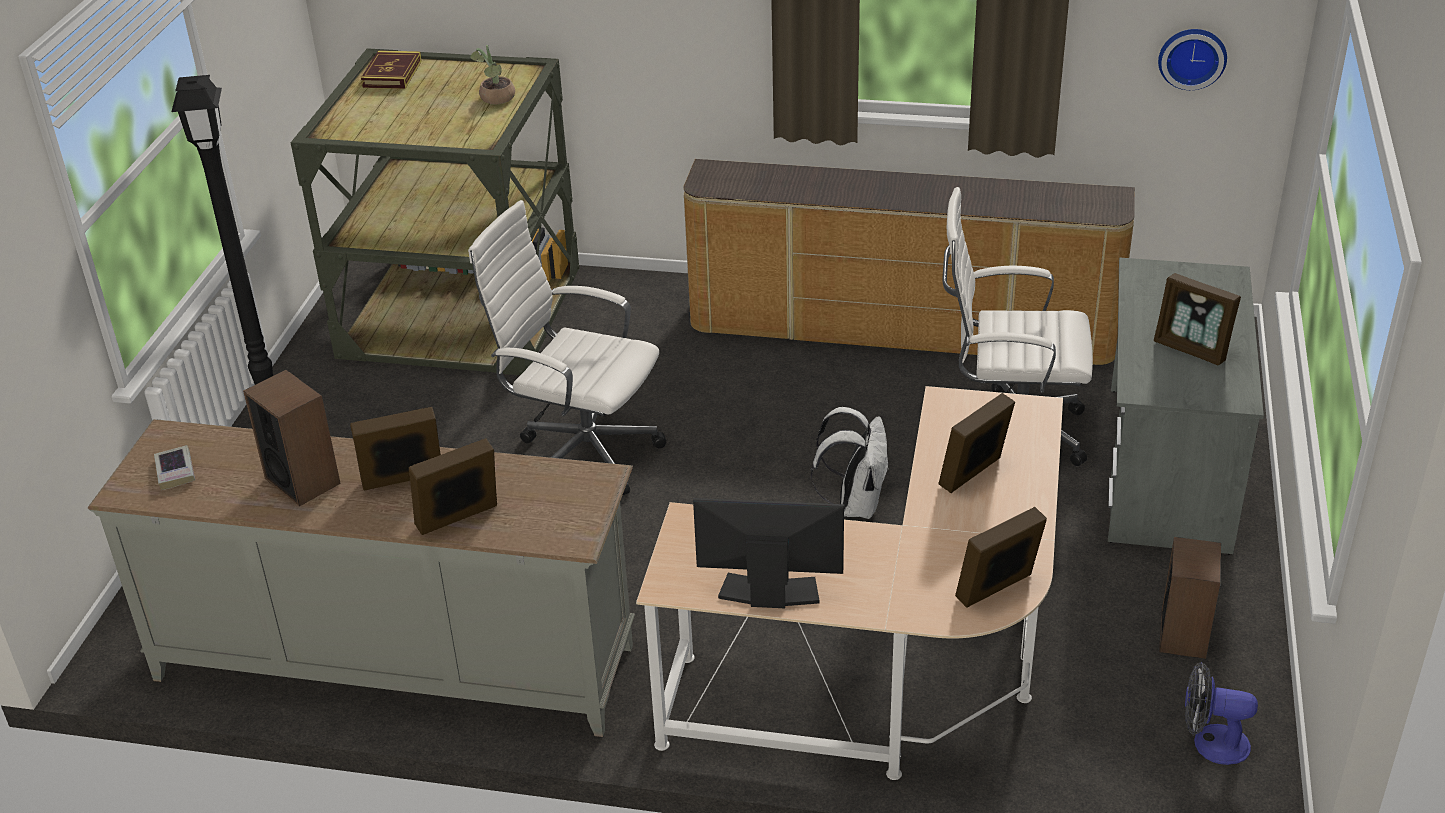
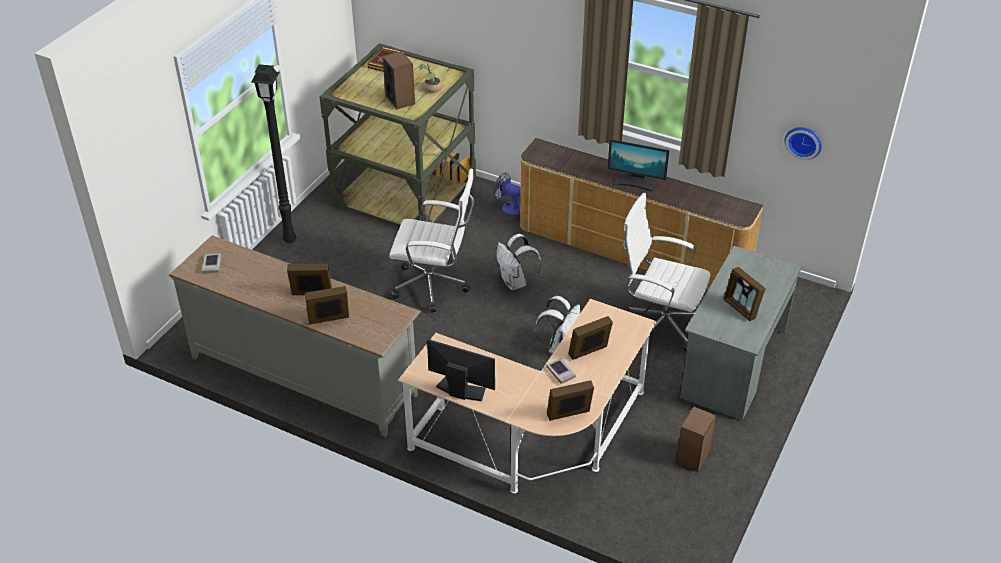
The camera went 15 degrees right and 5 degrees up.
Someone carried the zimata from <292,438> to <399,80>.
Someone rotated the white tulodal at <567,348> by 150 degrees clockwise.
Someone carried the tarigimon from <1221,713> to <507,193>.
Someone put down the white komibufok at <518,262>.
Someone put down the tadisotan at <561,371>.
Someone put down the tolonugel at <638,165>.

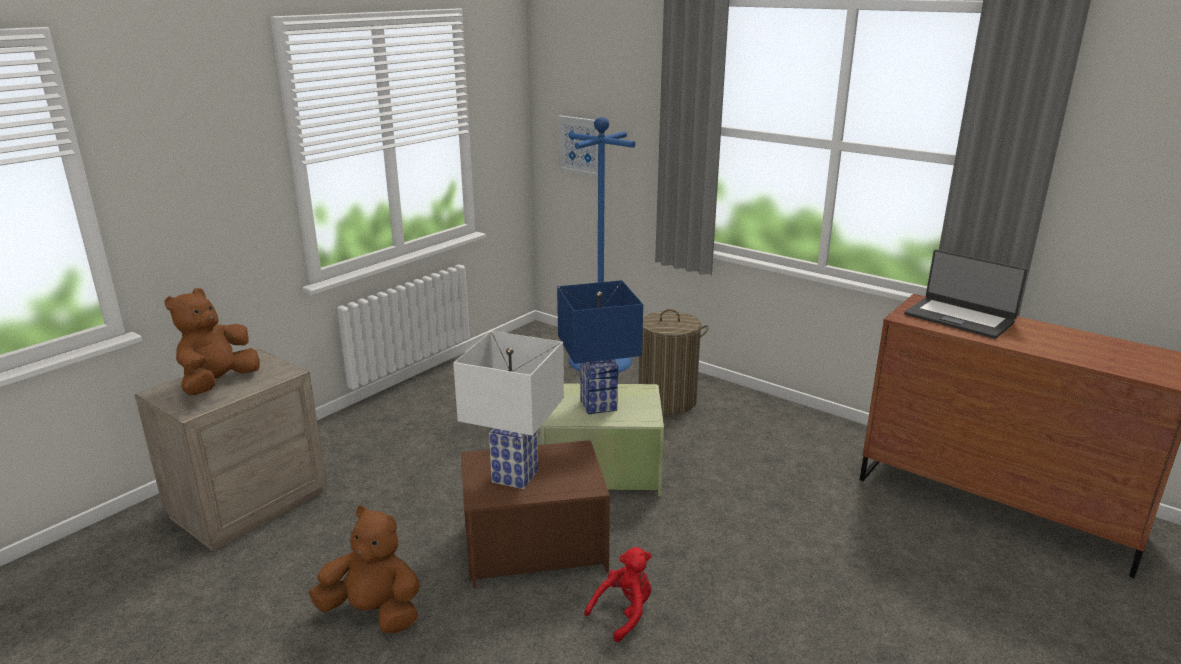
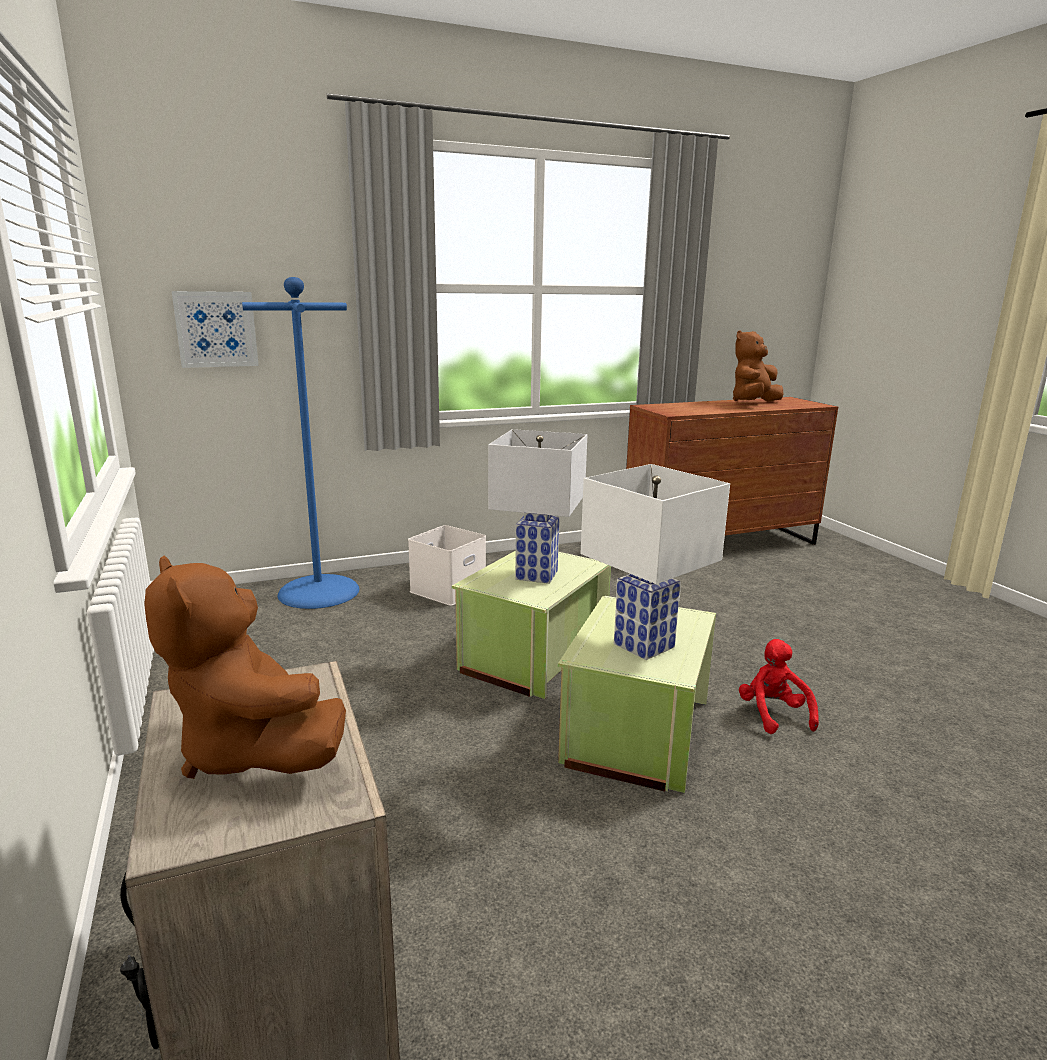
The camera went 60 degrees left and 5 degrees down.
Someone carried the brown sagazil from <364,570> to <758,366>.
Someone repainted the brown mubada at <535,514>, which became the green mubada at <637,694>.
Someone repainted the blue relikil at <600,347>, which became the white relikil at <537,506>.
Someone swapped the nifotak at <673,362> for the white mubada at <447,565>.
Someone took away the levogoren at <965,294>.

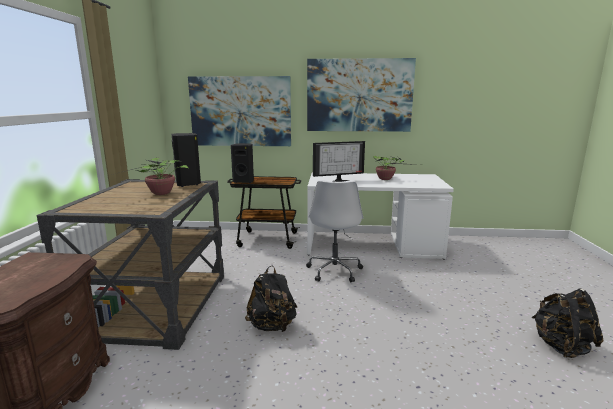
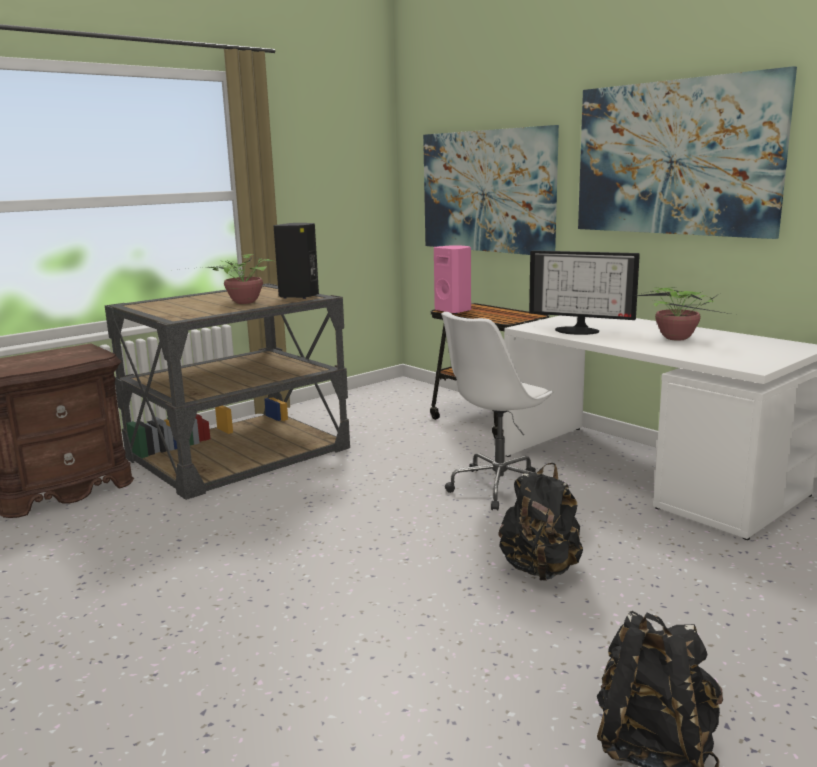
The camera went 45 degrees right and 0 degrees up.
Someone repainted the black zimata at <242,163>, which became the pink zimata at <452,279>.
Someone carried the black komibufok from <271,298> to <541,522>.

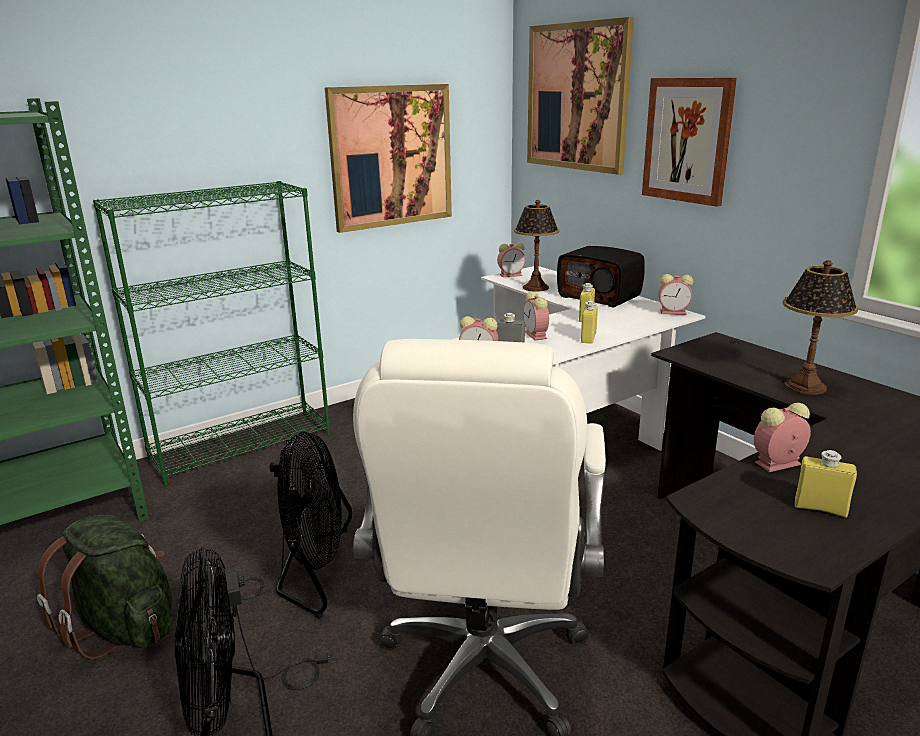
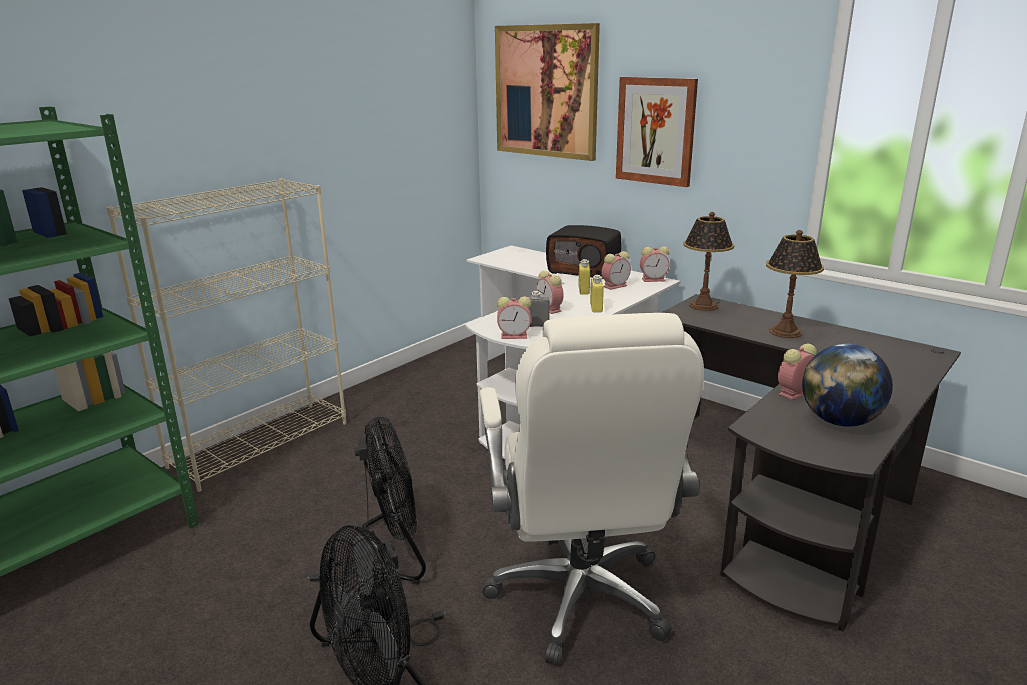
The camera went 15 degrees left and 0 degrees up.
Someone took away the green komibufok at <105,587>.
Someone repainted the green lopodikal at <211,333>, which became the beige lopodikal at <226,335>.
Someone took away the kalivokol at <388,158>.
Someone carried the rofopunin from <511,260> to <616,270>.
Someone carried the relikil from <536,246> to <709,261>.
Someone swapped the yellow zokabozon at <826,484> for the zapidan at <847,385>.

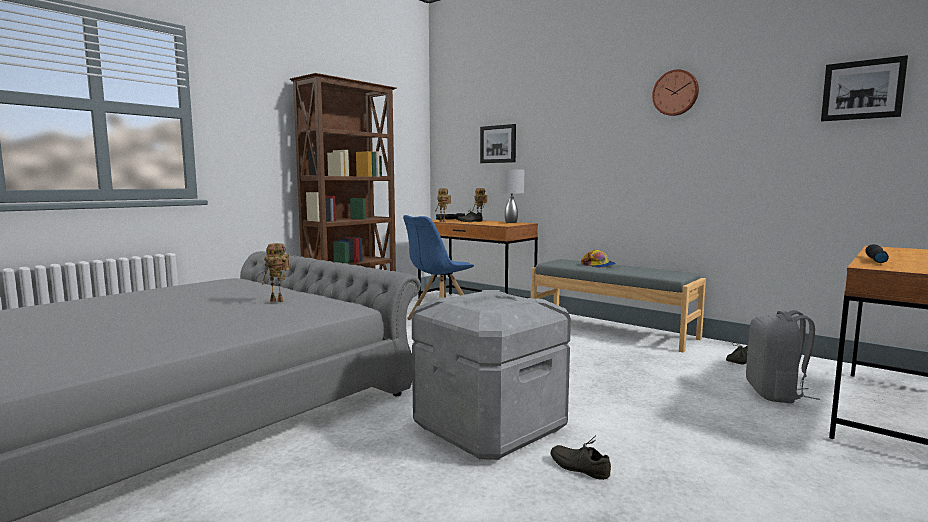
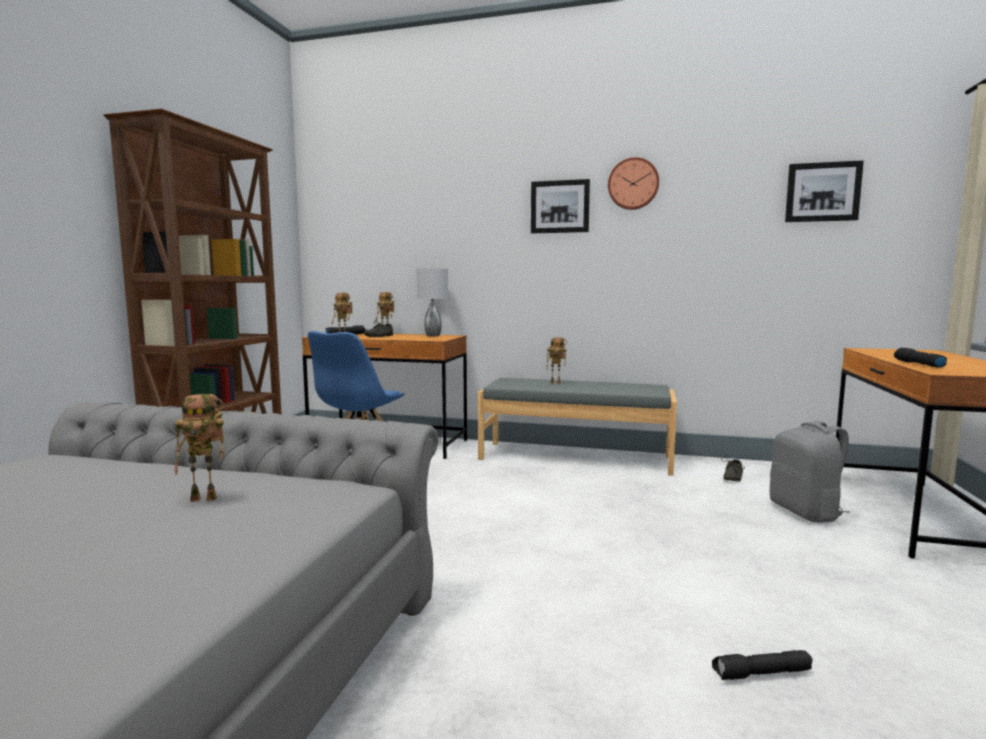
The camera went 25 degrees left and 0 degrees up.
Someone took away the grey mubada at <491,375>.
Someone carried the kalivokol from <498,143> to <560,206>.
Someone swapped the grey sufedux at <581,458> for the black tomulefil at <762,665>.
Someone swapped the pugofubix at <598,259> for the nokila at <557,360>.

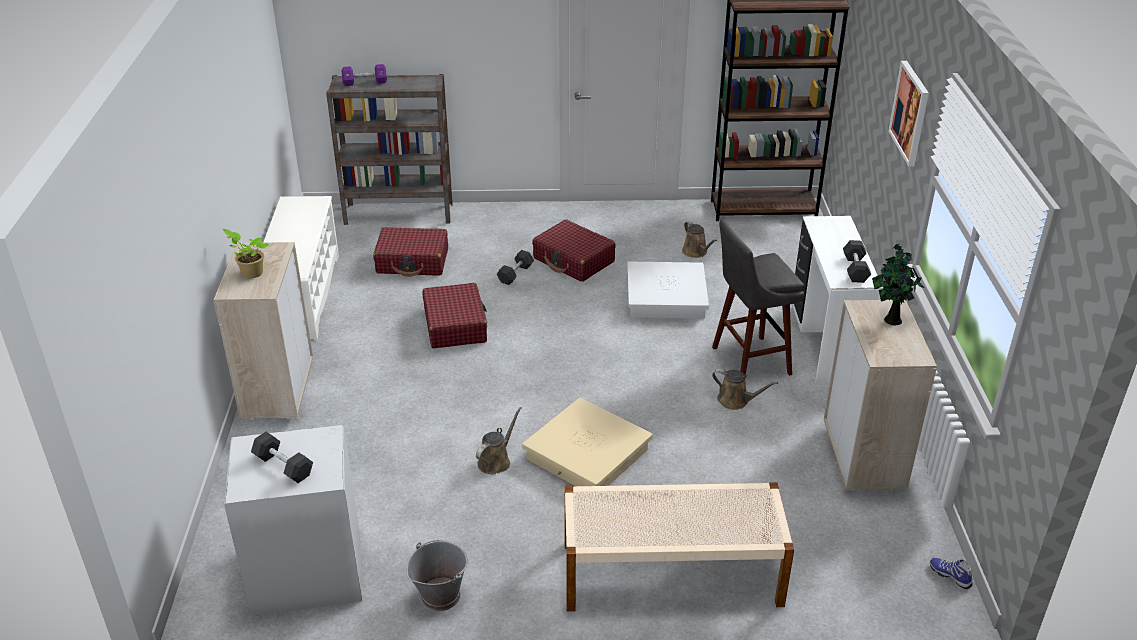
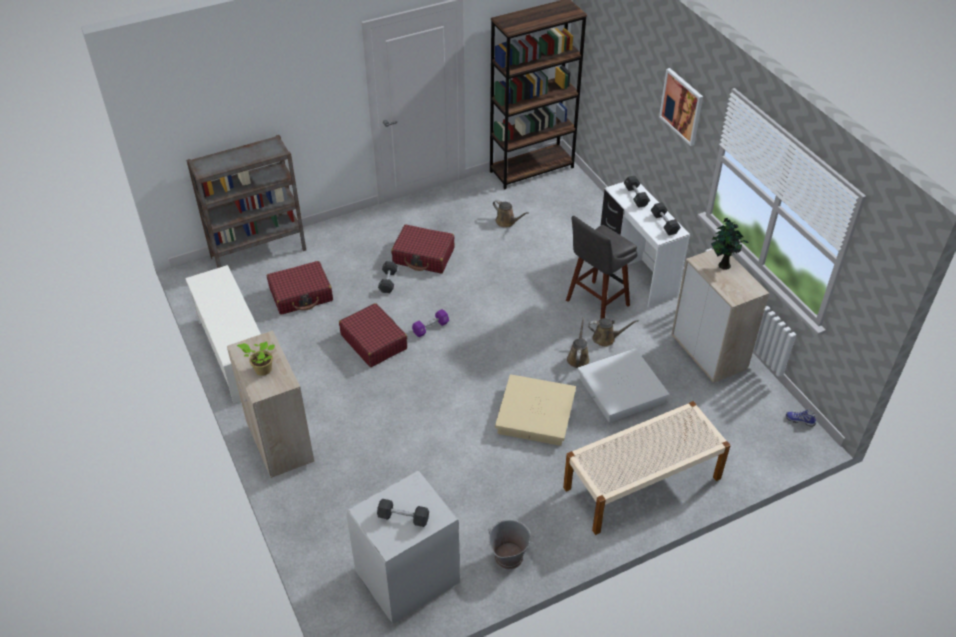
The camera went 25 degrees left and 10 degrees up.
Someone carried the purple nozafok from <364,75> to <430,323>.
Someone carried the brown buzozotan from <498,440> to <578,342>.
Someone carried the white mubada from <668,290> to <623,385>.
Someone put down the black nozafok at <637,192>.

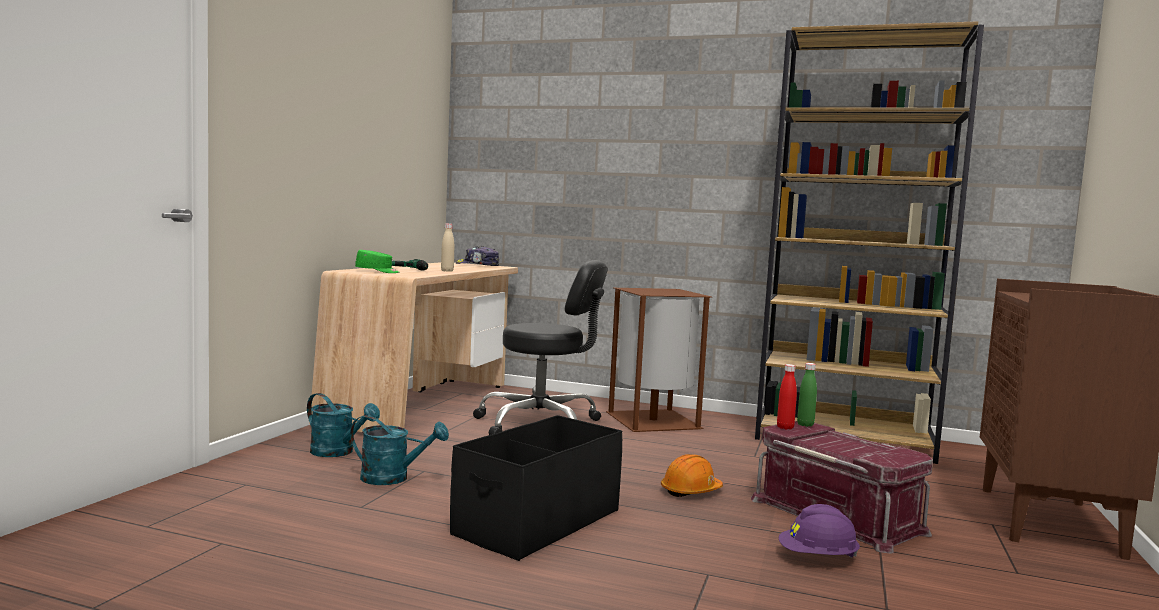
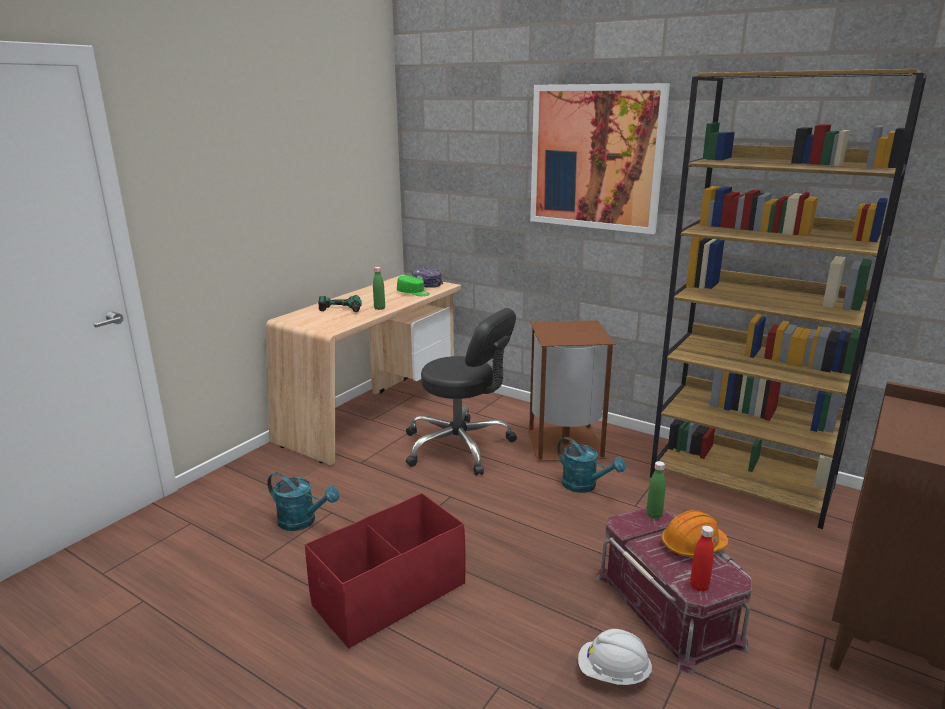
The camera went 15 degrees right and 15 degrees up.
Someone carried the turquoise buzozotan from <343,425> to <591,465>.
Someone carried the green pugofubix from <377,261> to <413,285>.
Someone repainted the beige zokabozon at <447,248>, which became the green zokabozon at <379,288>.
Someone repainted the black mubada at <536,488>, which became the red mubada at <385,571>.
Someone carried the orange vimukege from <692,475> to <694,533>.
Someone carried the red zokabozon from <787,396> to <702,558>.
Someone repainted the purple vimukege at <819,531>, which became the white vimukege at <615,657>.
Someone put up the kalivokol at <600,158>.

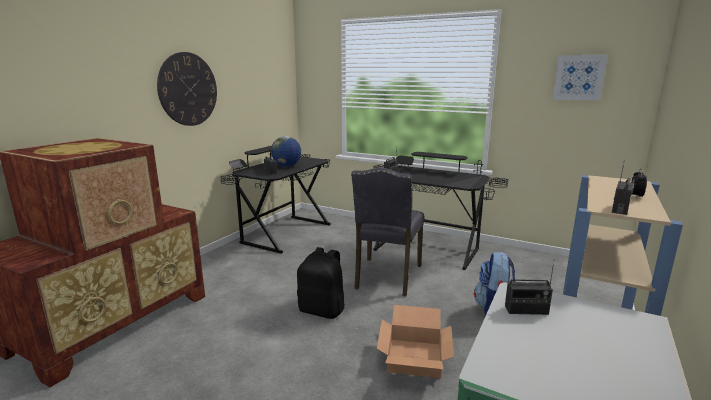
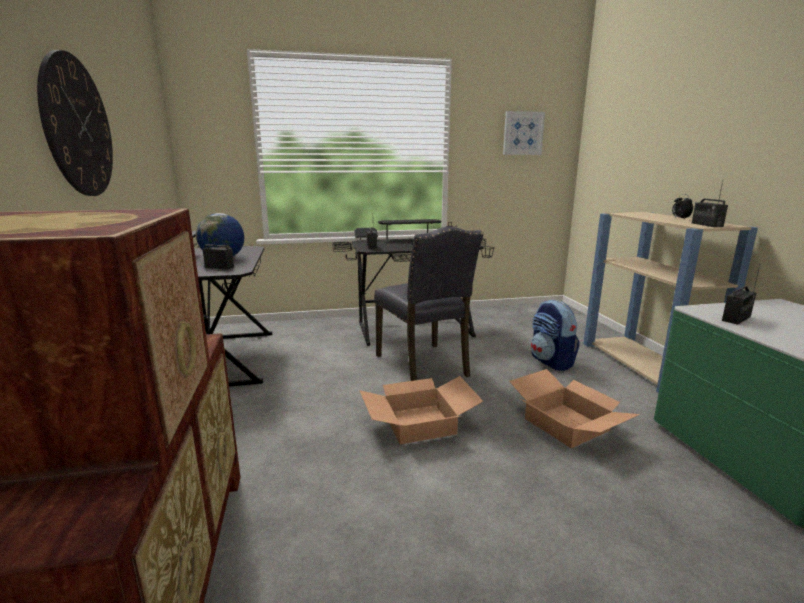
The camera went 40 degrees left and 0 degrees up.
Someone swapped the black komibufok at <321,283> for the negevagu at <421,410>.

